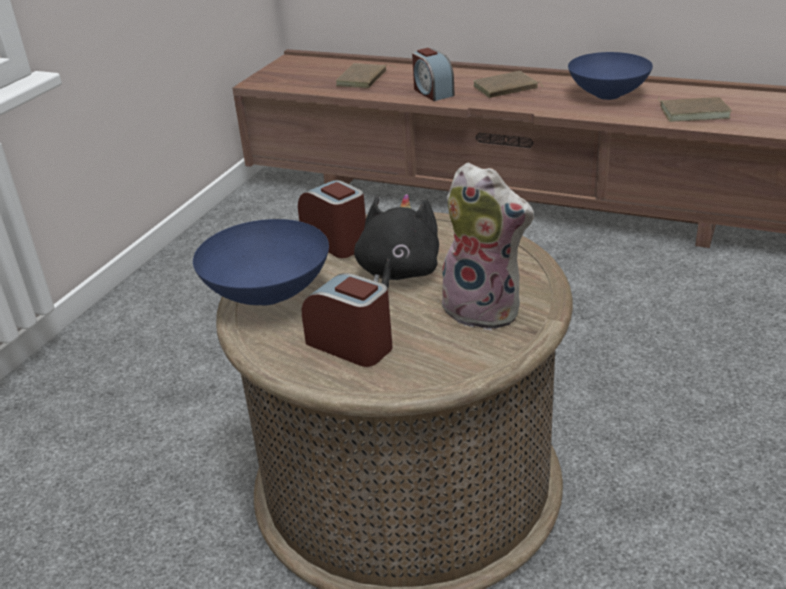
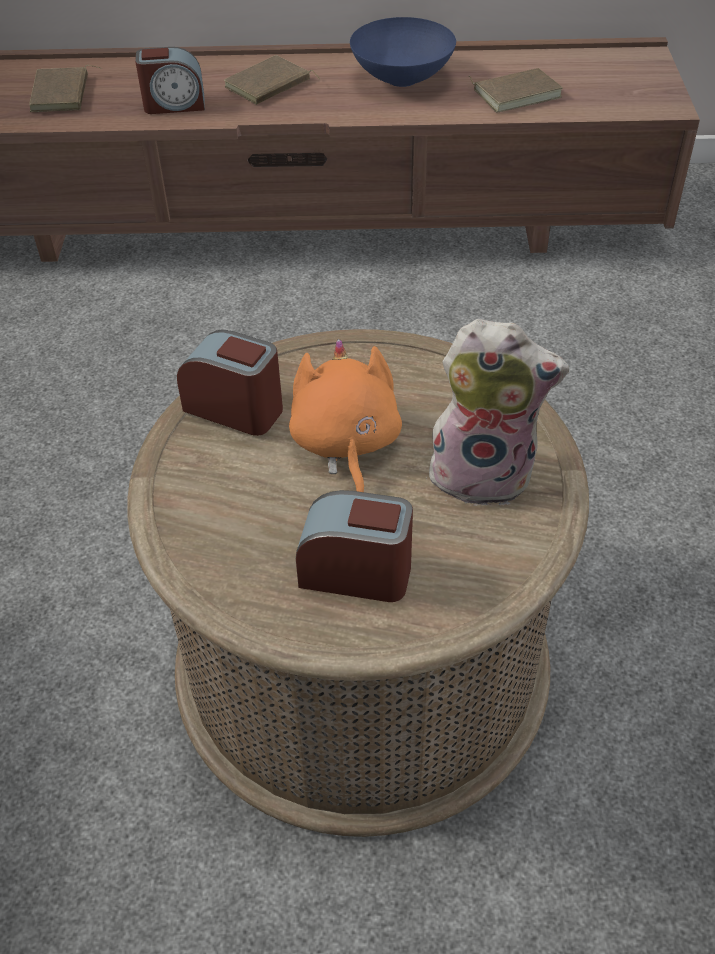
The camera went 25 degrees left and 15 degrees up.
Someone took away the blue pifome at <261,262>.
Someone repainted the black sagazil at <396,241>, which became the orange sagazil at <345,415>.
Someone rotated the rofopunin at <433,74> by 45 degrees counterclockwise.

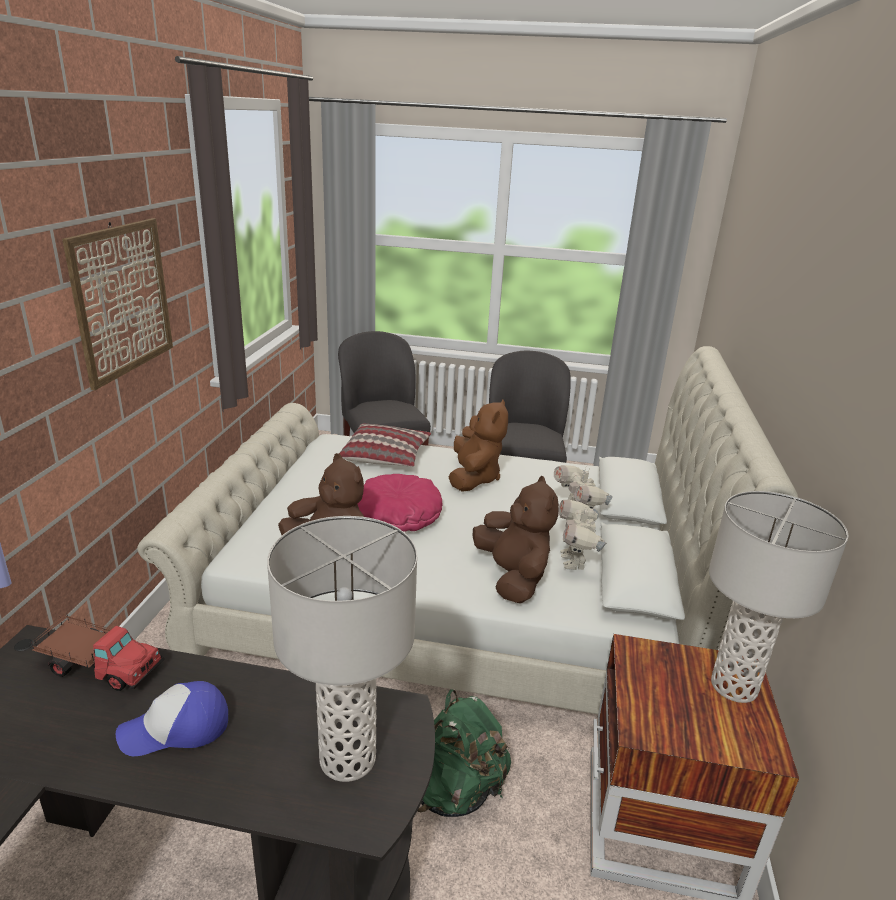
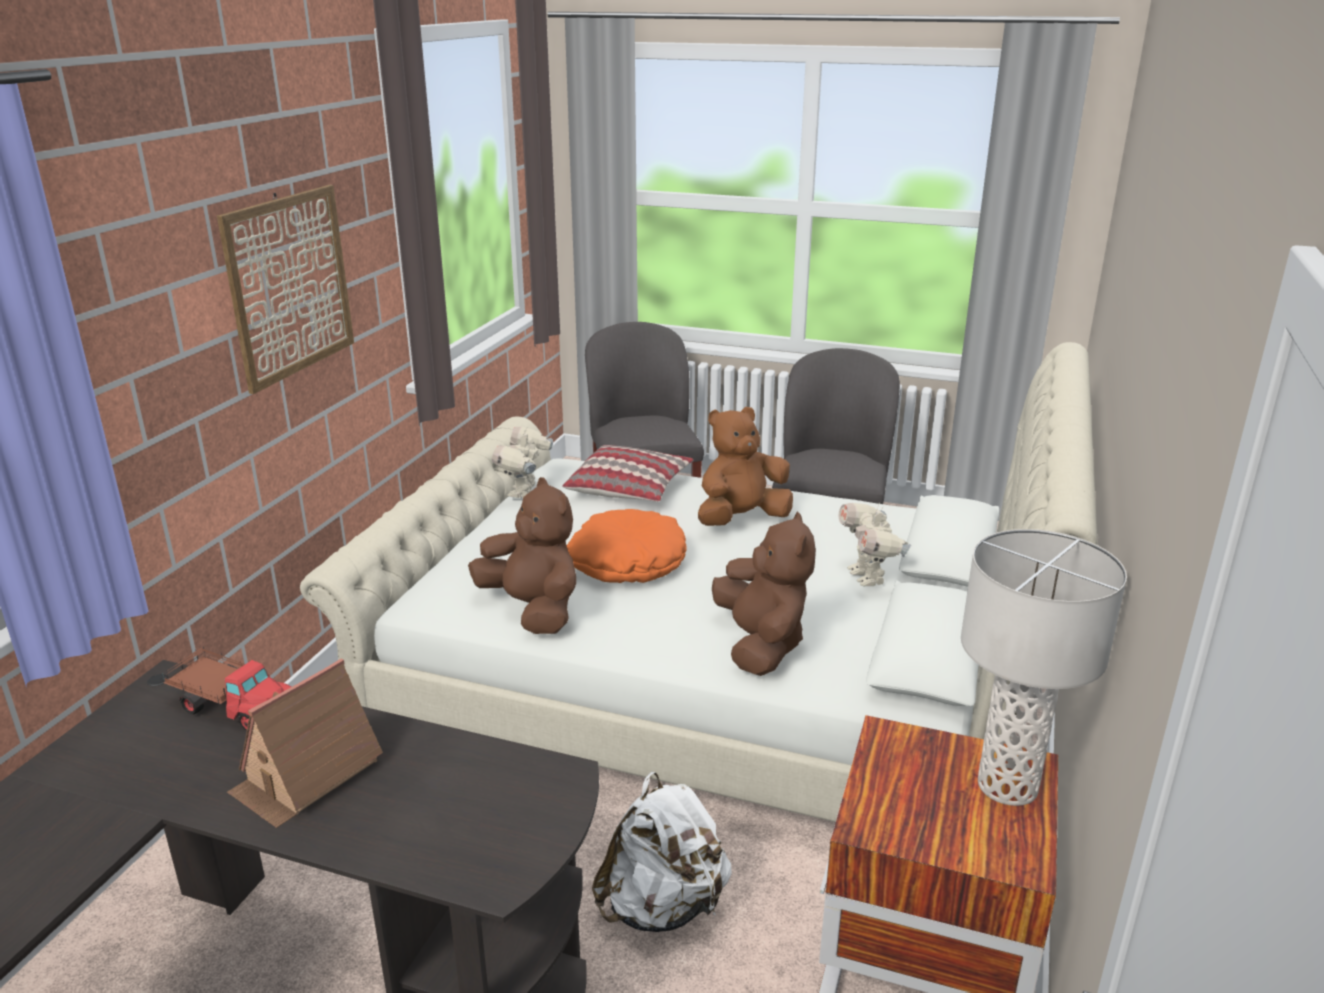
The camera went 10 degrees right and 0 degrees up.
Someone swapped the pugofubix at <172,718> for the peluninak at <305,743>.
Someone took away the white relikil at <342,649>.
Someone repainted the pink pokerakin at <400,503>, which became the orange pokerakin at <627,546>.
Someone repainted the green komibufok at <464,753>, which became the white komibufok at <662,851>.
Someone rotated the brown sagazil at <478,446> by 135 degrees counterclockwise.
Someone carried the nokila from <582,534> to <522,462>.

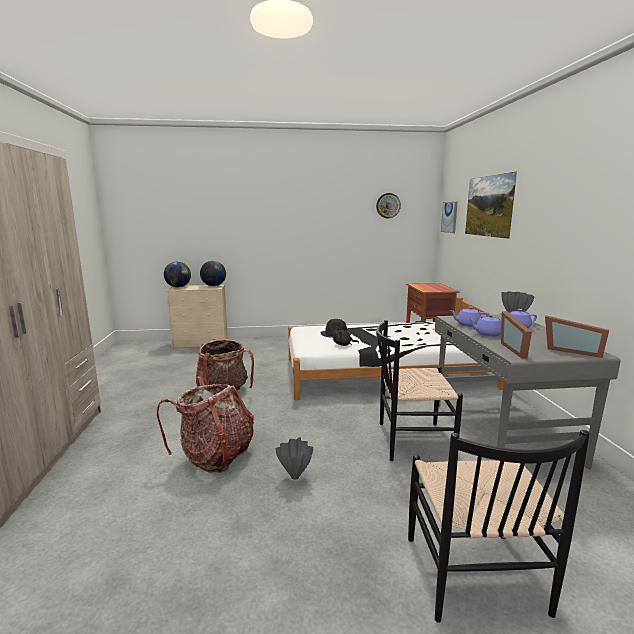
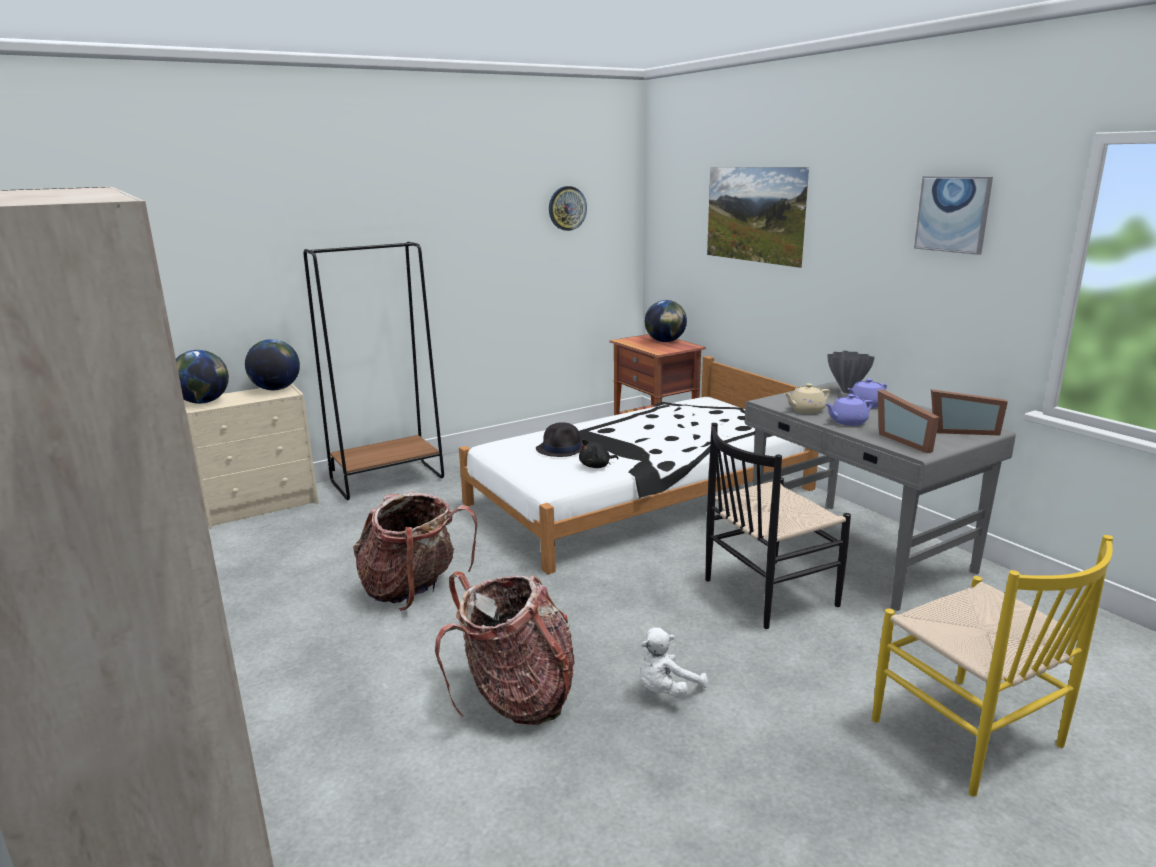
The camera went 25 degrees left and 5 degrees up.
Someone swapped the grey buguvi at <294,458> for the white sagazil at <674,663>.
Someone repainted the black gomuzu at <499,526>, which became the yellow gomuzu at <992,666>.
Someone carried the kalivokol from <449,217> to <953,215>.
Someone repainted the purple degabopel at <468,317>, which became the beige degabopel at <807,398>.
Someone put down the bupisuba at <374,371>.
Someone put down the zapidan at <666,321>.

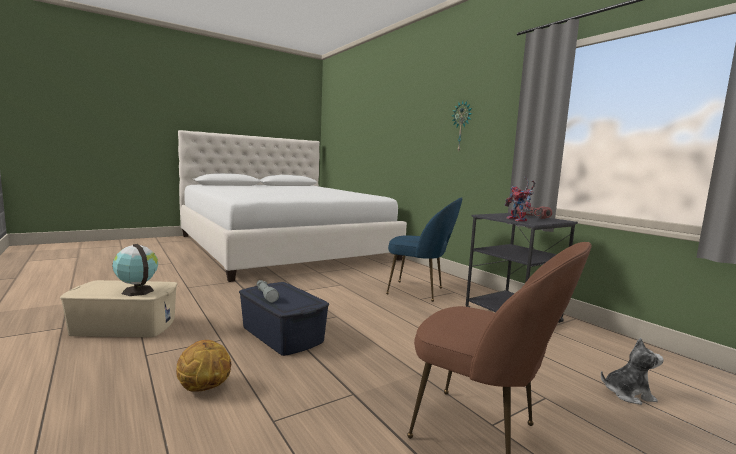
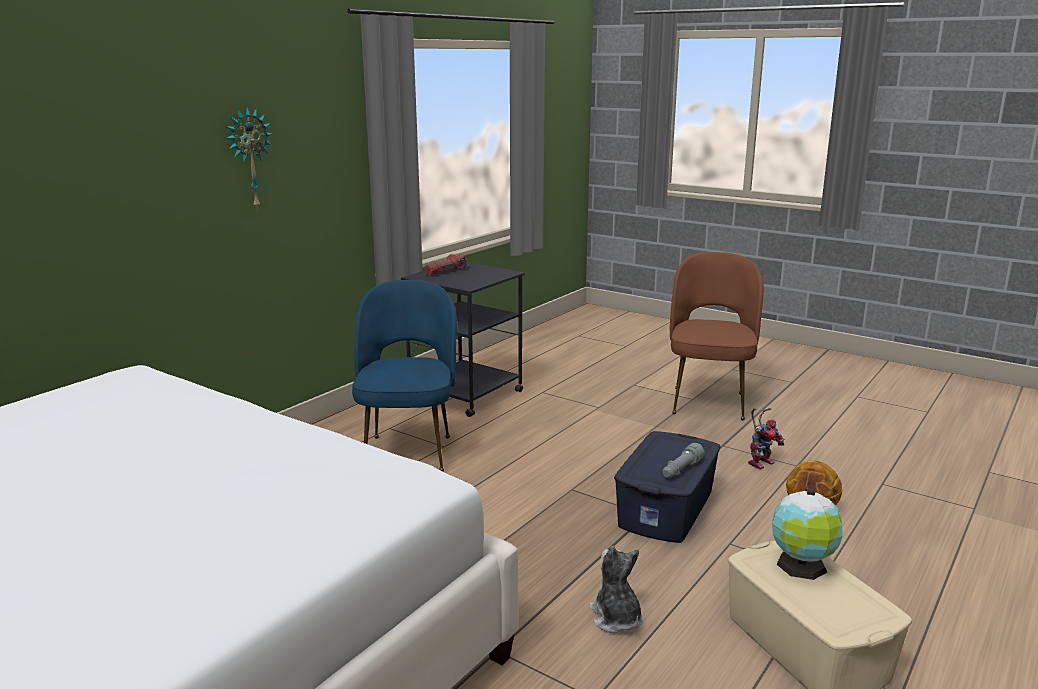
The camera went 110 degrees left and 10 degrees up.
Someone carried the nokila from <520,199> to <766,438>.
Someone carried the sagazil from <632,371> to <616,589>.

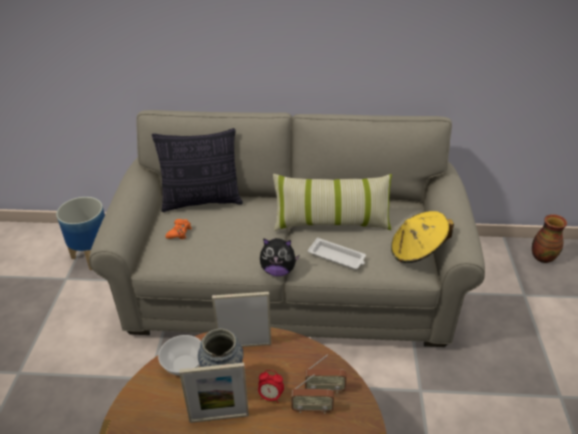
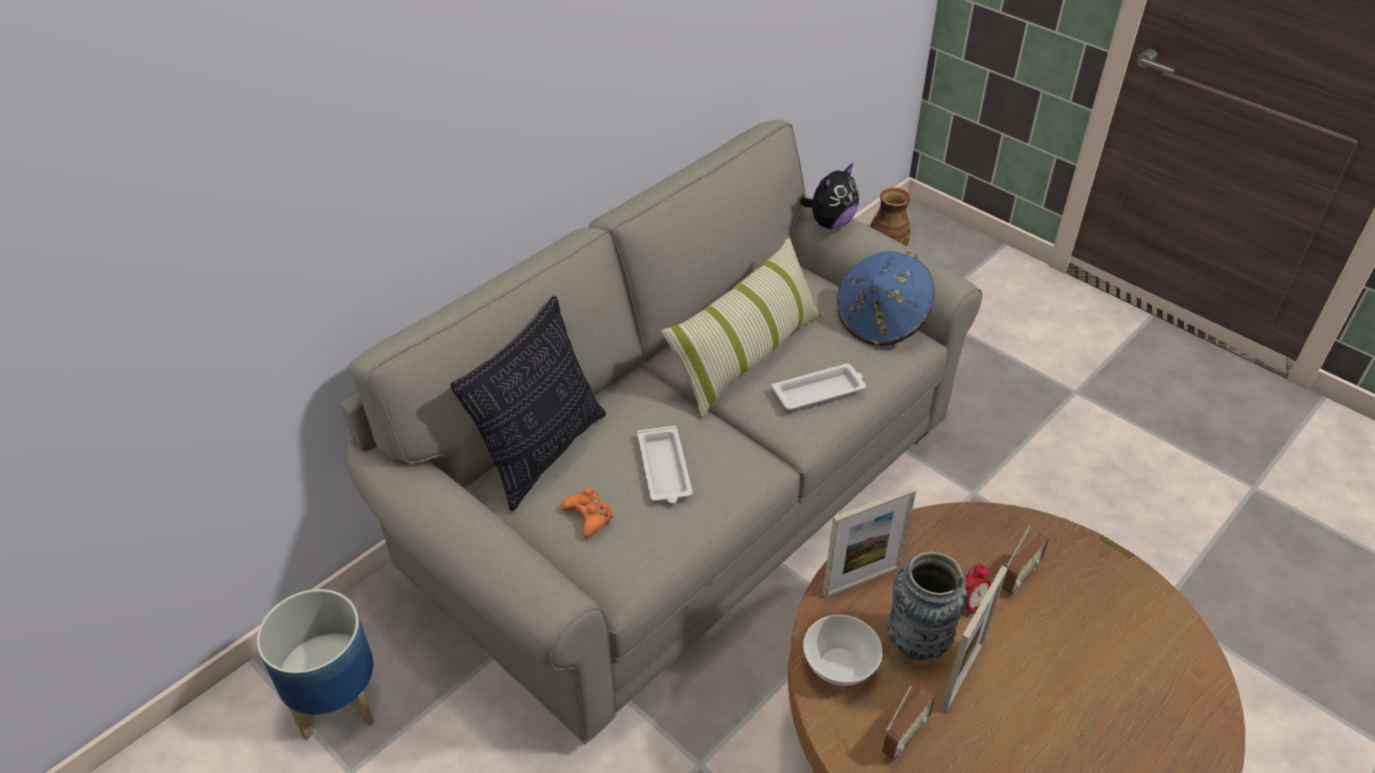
The camera went 50 degrees left and 5 degrees up.
Someone rotated the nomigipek at <241,319> by 150 degrees counterclockwise.
Someone carried the sagazil from <280,257> to <829,196>.
Someone carried the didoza from <326,373> to <909,723>.
Someone repainted the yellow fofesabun at <422,237>, which became the blue fofesabun at <885,298>.
Someone put down the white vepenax at <664,464>.

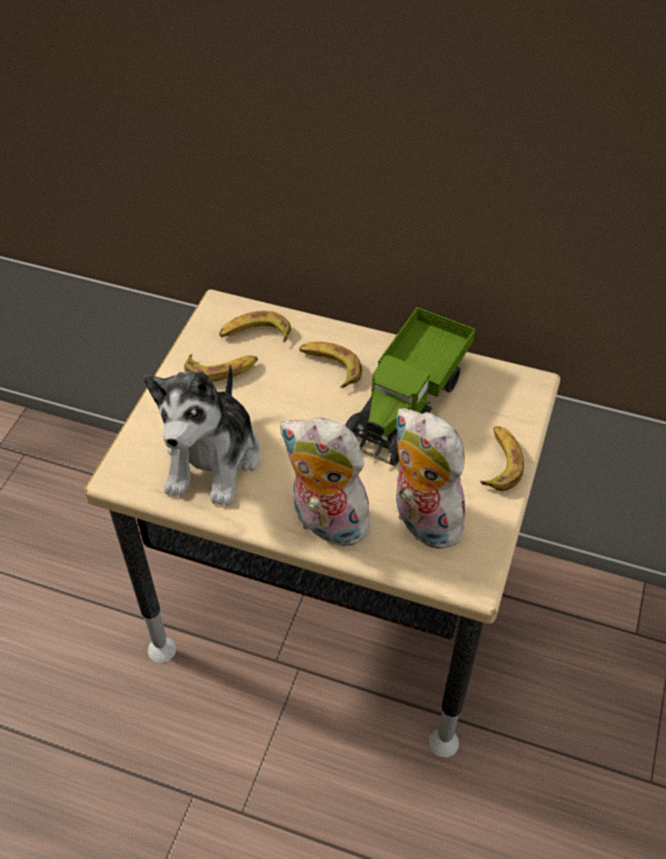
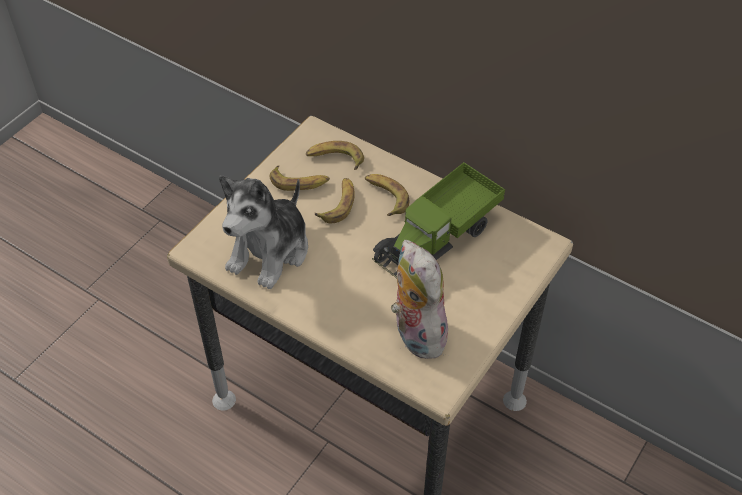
The camera went 15 degrees right and 0 degrees up.
Someone took away the sagazil at <328,481>.
Someone carried the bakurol from <502,458> to <334,201>.

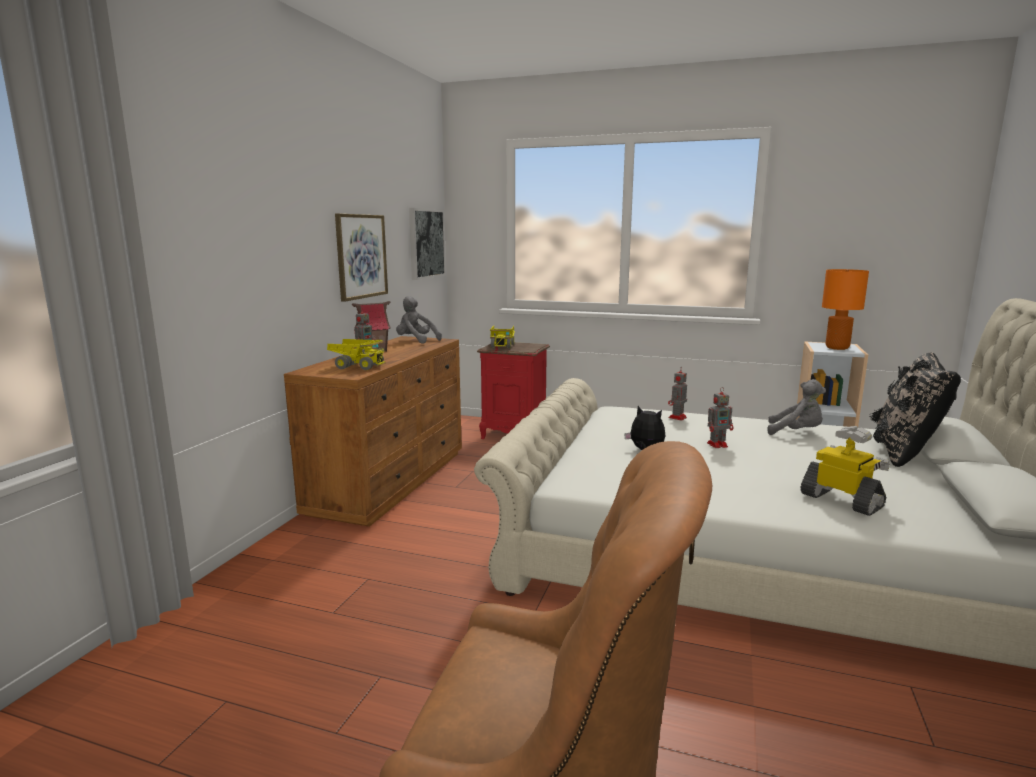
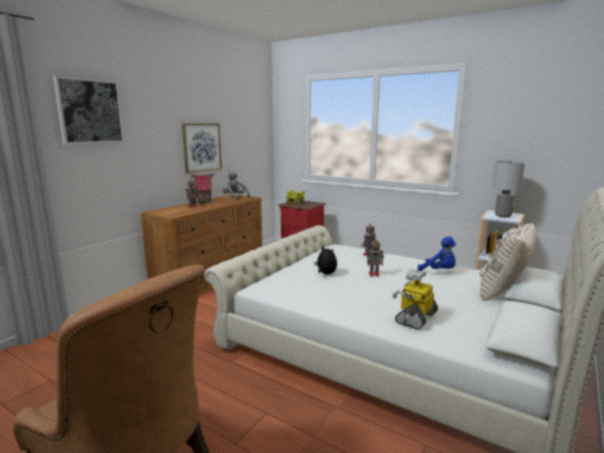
The camera went 15 degrees right and 0 degrees up.
Someone took away the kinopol at <356,354>.
Someone carried the kalivokol from <427,244> to <88,110>.
Someone repainted the grey sagazil at <796,407>, which became the blue sagazil at <437,253>.
Someone rotated the nokila at <845,471> by 120 degrees counterclockwise.
Someone repainted the orange relikil at <845,309>, which became the grey relikil at <508,189>.
Someone repainted the black pokerakin at <915,409>, which became the beige pokerakin at <506,262>.

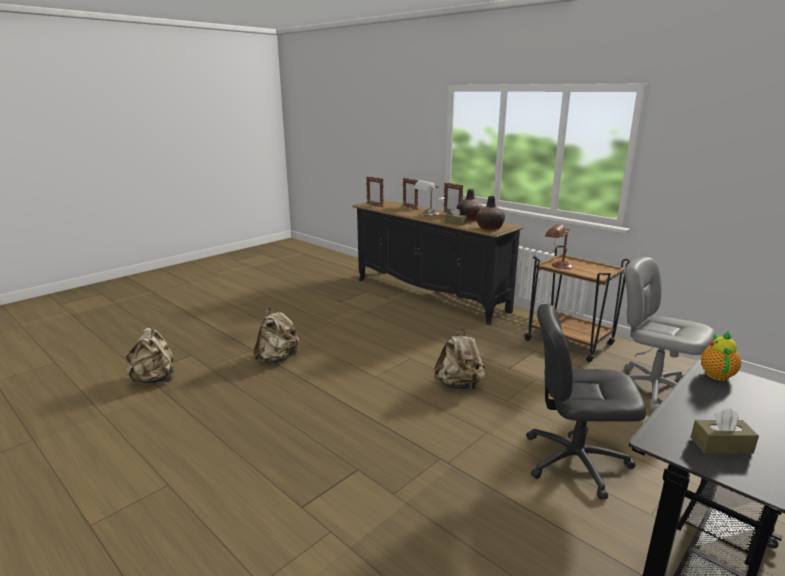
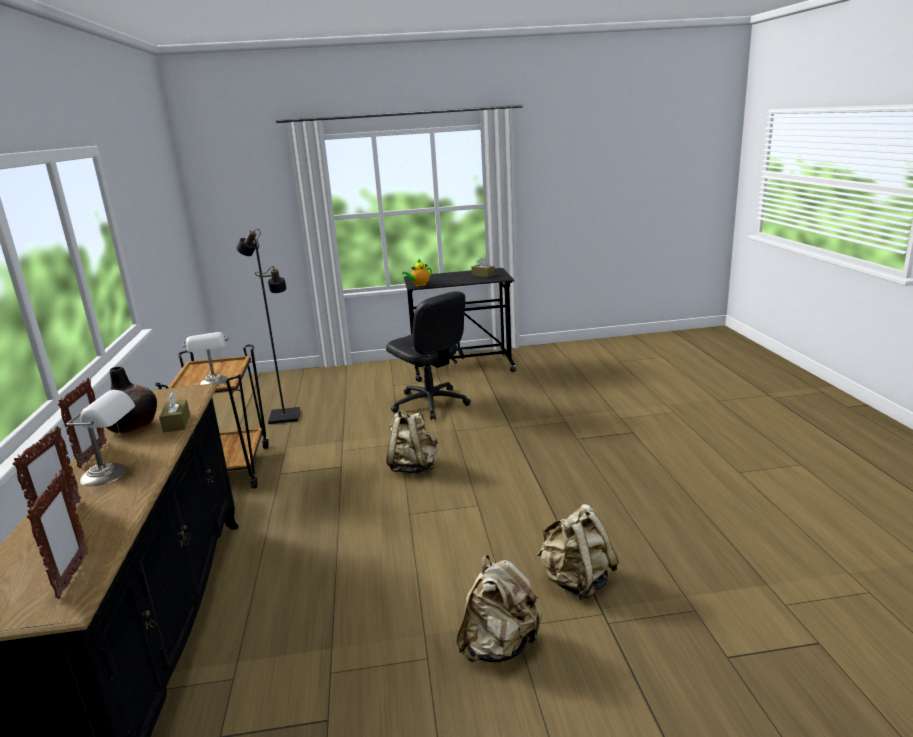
The camera went 140 degrees left and 0 degrees up.
Someone carried the beige komibufok from <149,356> to <499,608>.
Someone took away the buguvi at <490,213>.
Someone repainted the brown relikil at <559,246>, which became the white relikil at <206,358>.
Someone swapped the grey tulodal at <669,333> for the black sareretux at <268,327>.

